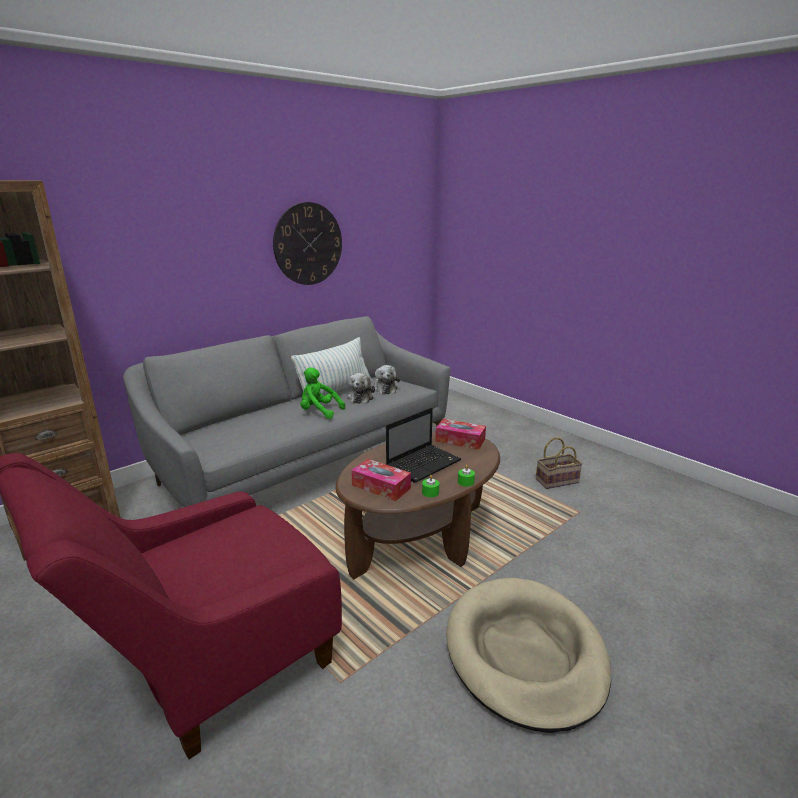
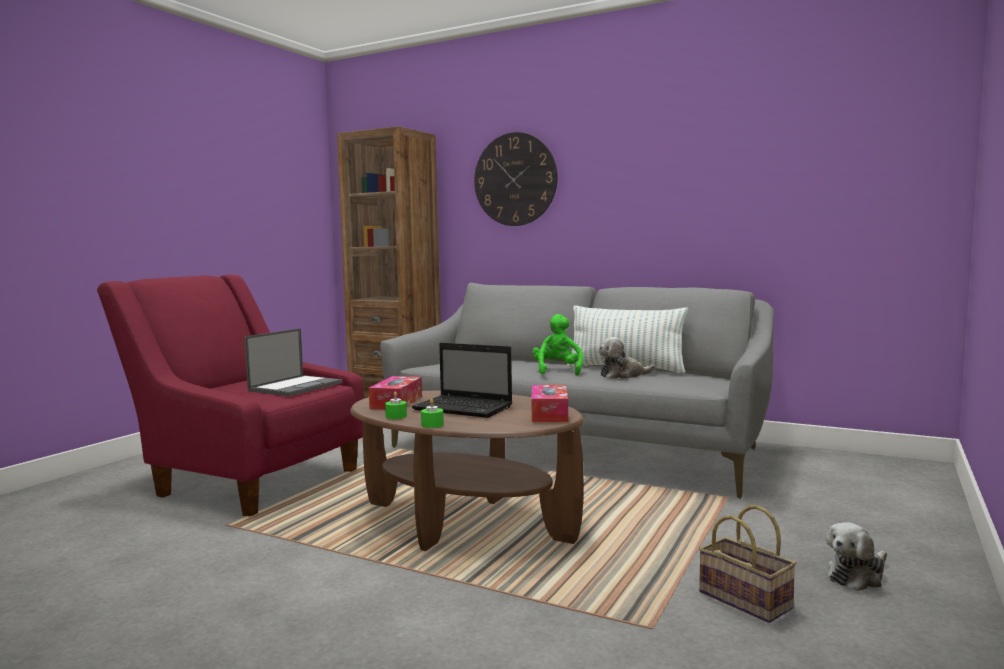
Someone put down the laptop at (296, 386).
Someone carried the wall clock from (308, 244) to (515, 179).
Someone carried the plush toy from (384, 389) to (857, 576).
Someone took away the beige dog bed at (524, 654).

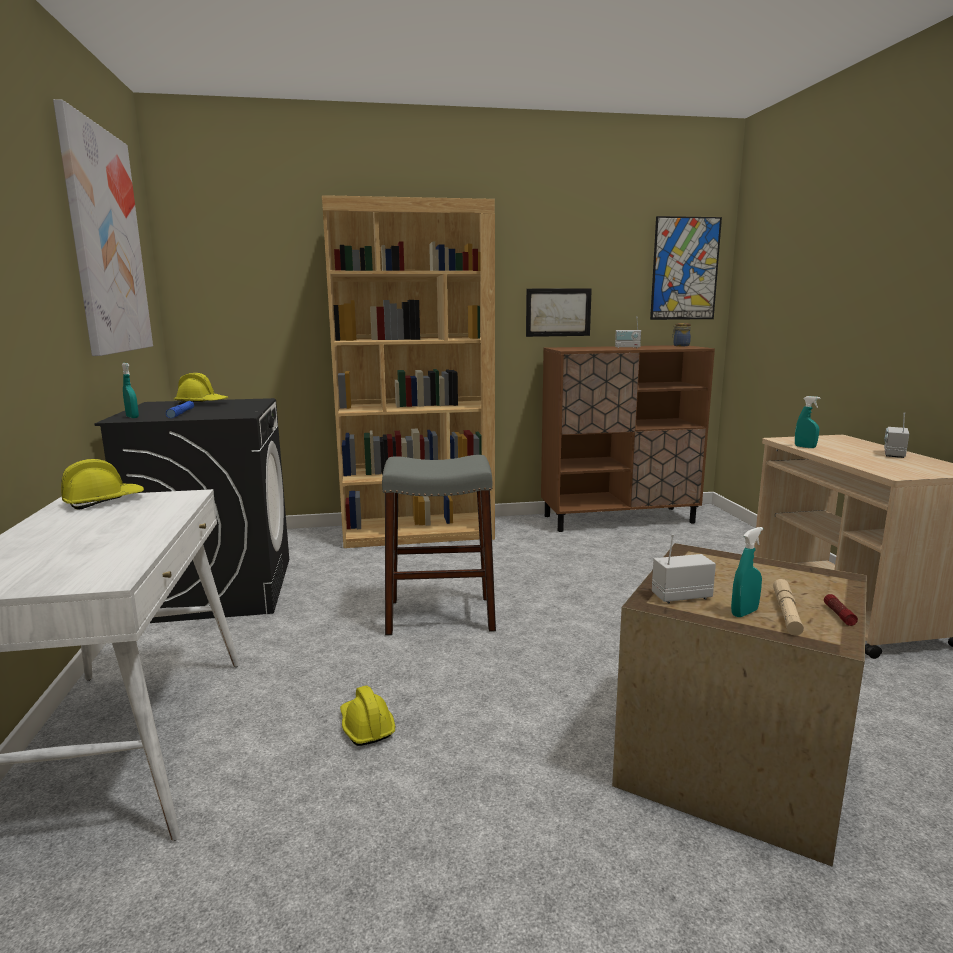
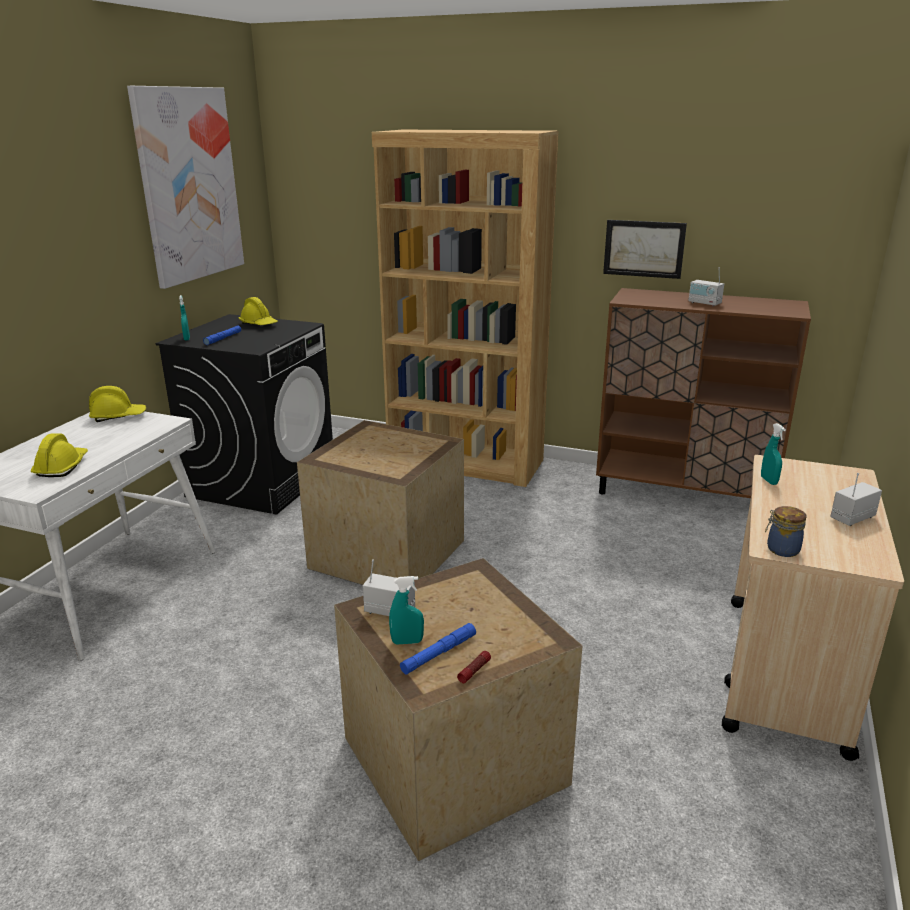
Someone carried the yellow hard hat from (366, 726) to (62, 467).
Someone swapped the grey stool at (440, 615) for the crate at (390, 553).
Someone repainted the beige flashlight at (786, 612), which became the blue flashlight at (439, 653).
Someone carried the jar from (680, 346) to (781, 549).
Someone took away the picture at (685, 269).

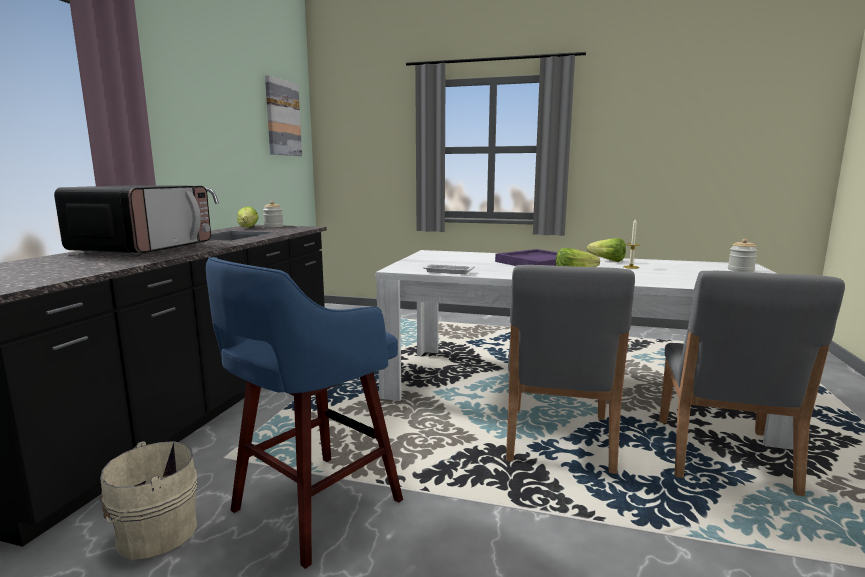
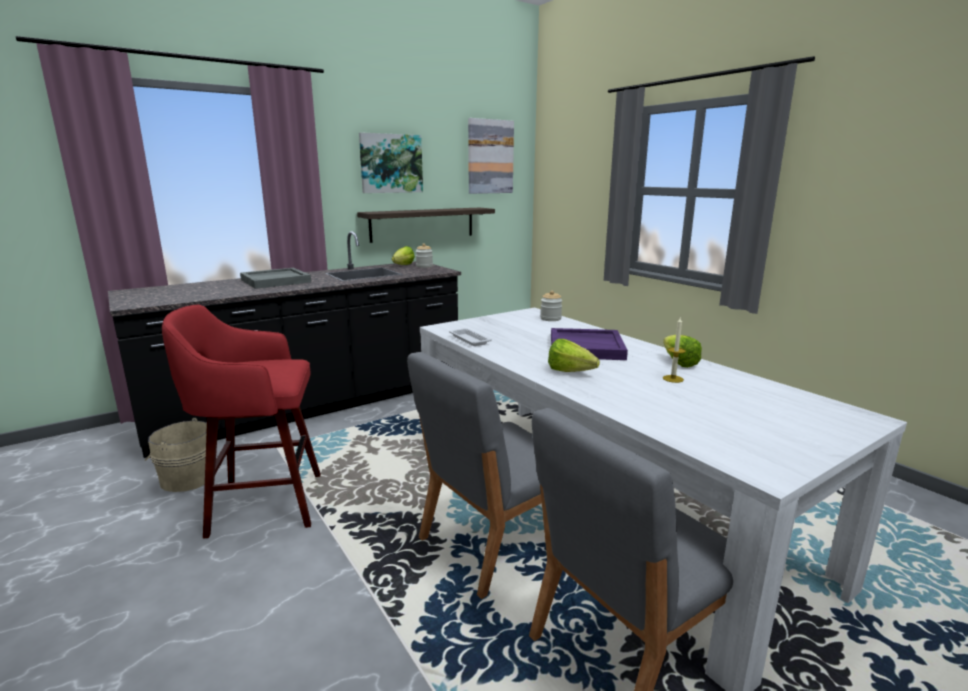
Someone repainted the blue stool at (312, 508), which became the red stool at (262, 504).
Someone swapped the microwave at (144, 248) for the grey tray at (276, 281).
Someone put up the shelf at (423, 224).
Someone put up the picture at (391, 163).
Someone carried the jar from (740, 270) to (550, 319).

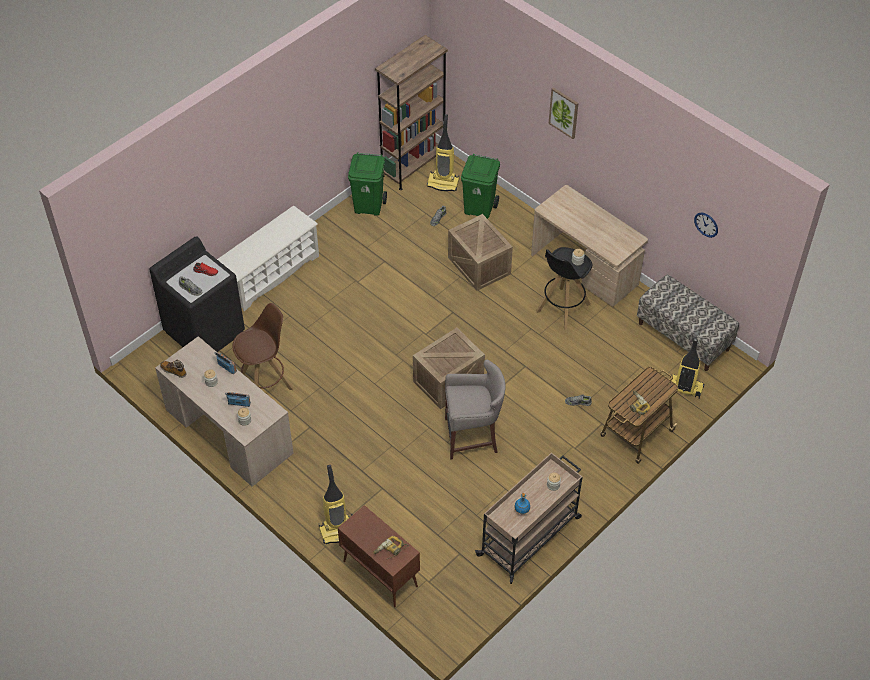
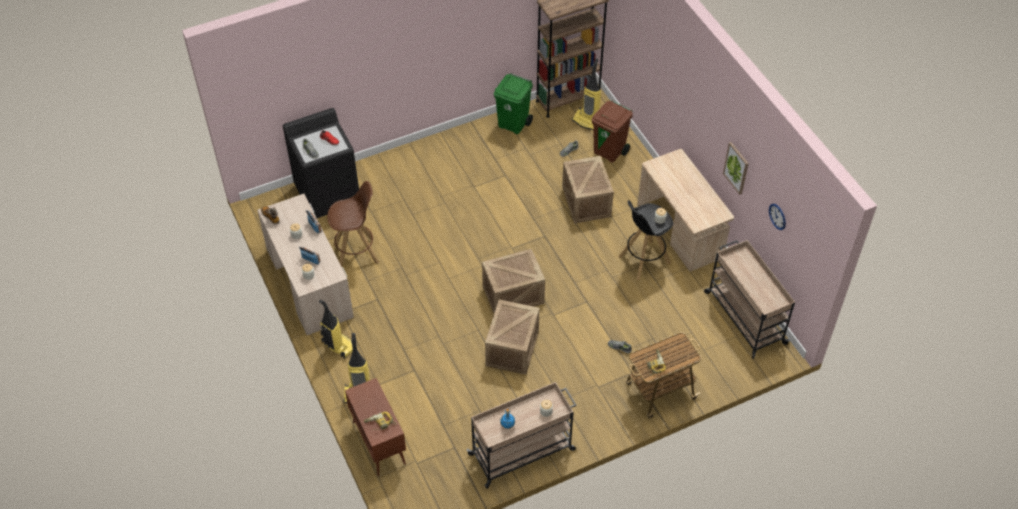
Someone carried the vacuum cleaner from (684, 388) to (338, 346).
Someone swapped the grey stool at (473, 436) for the crate at (512, 349).
Someone repainted the green trash can at (479, 208), which became the brown trash can at (609, 152).
Someone swapped the bench at (683, 336) for the beige cart at (744, 317).
Someone carried the picture from (564, 112) to (736, 168).
Someone took away the white shoe rack at (270, 274).

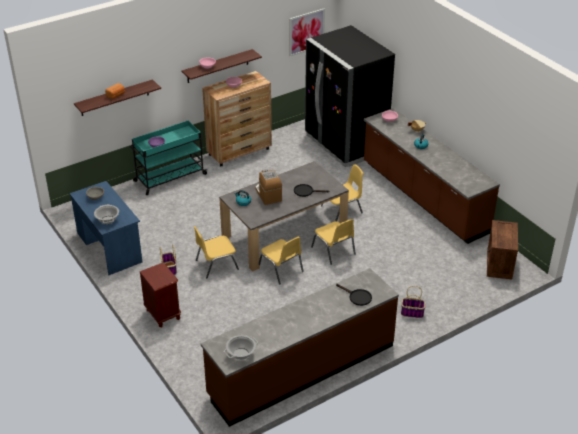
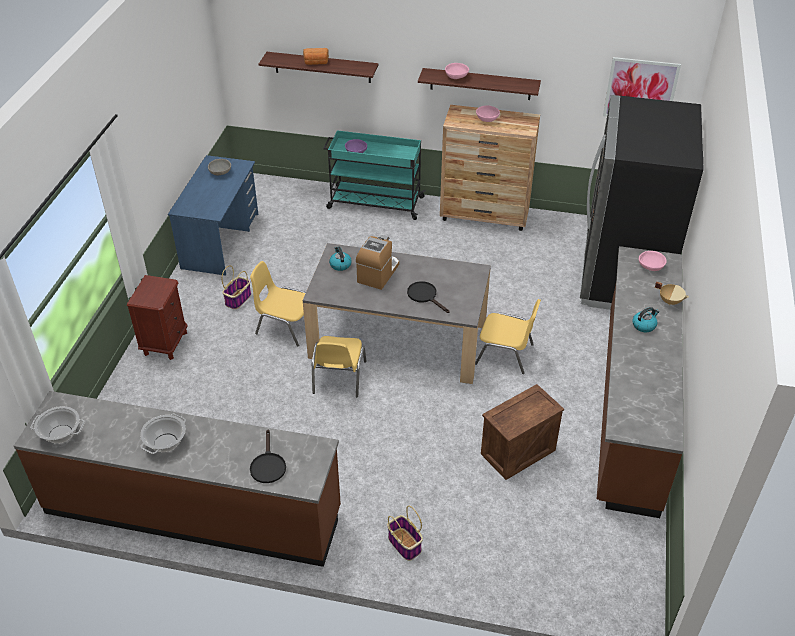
Someone carried the cooking pot from (107, 220) to (166, 442).
Someone carried the crate from (499, 264) to (518, 451).
Someone took away the yellow chair at (334, 251).

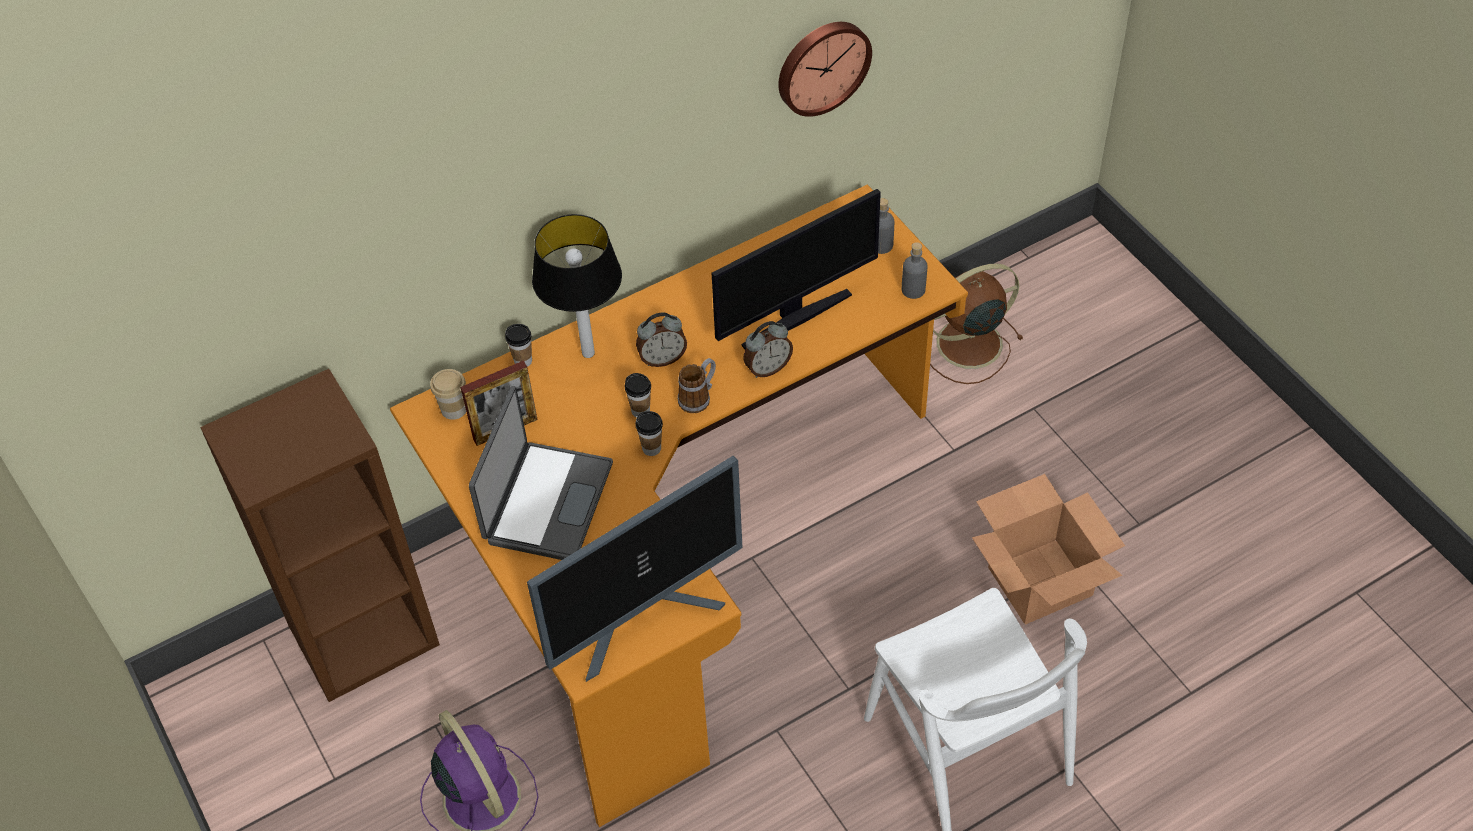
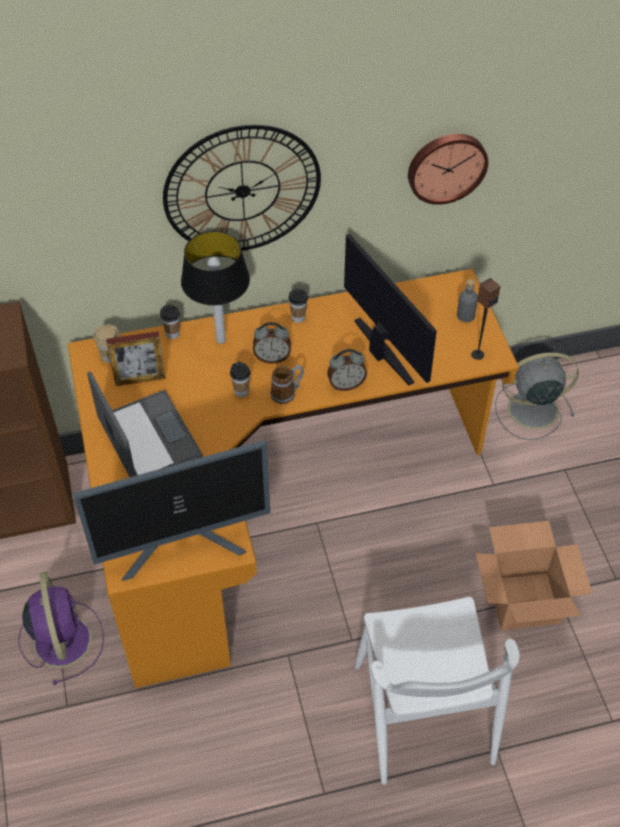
Someone rotated the laptop at (546, 502) by 60 degrees counterclockwise.
Someone put up the wall clock at (242, 190).
Someone carried the cup from (651, 448) to (298, 317).
Someone rotated the monitor at (794, 317) by 105 degrees counterclockwise.
Someone swapped the grey bottle at (913, 290) for the speaker at (477, 354).
Someone repainted the brown fan at (966, 345), which became the grey fan at (530, 409).

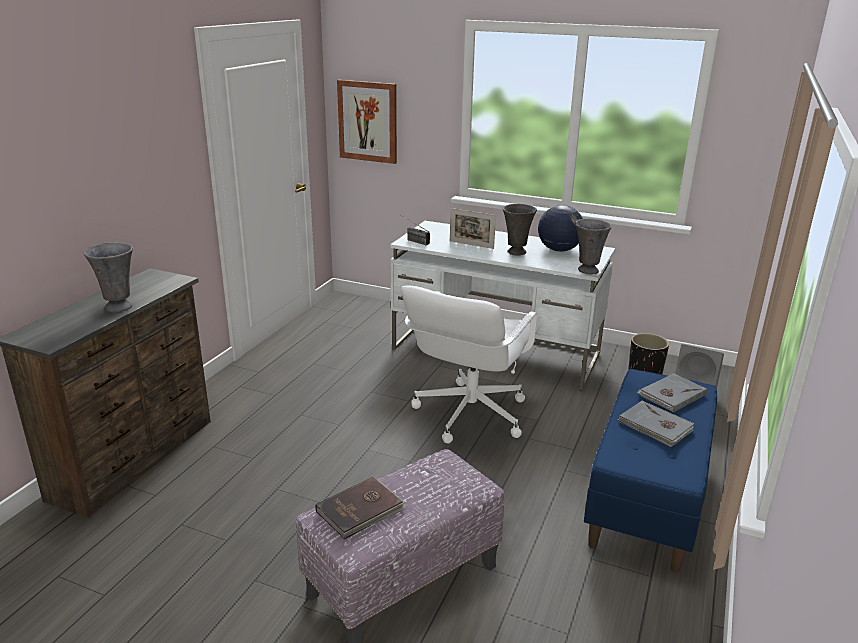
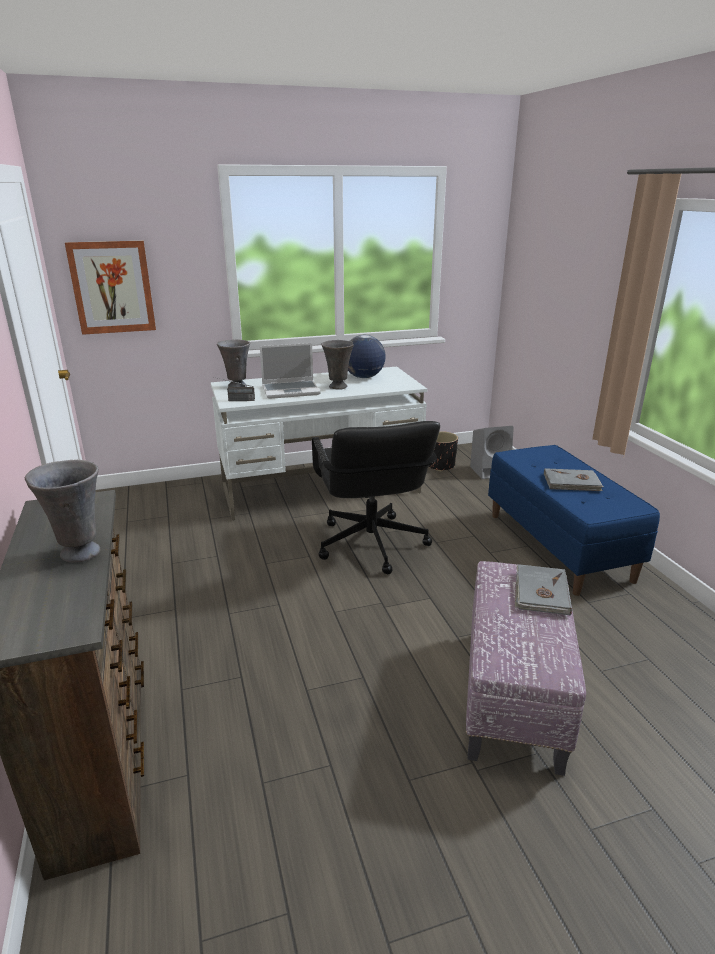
Someone carried the grey vase from (587, 270) to (237, 386).
Someone swapped the picture frame at (471, 245) for the laptop at (291, 390).
Someone repainted the white office chair at (469, 414), which became the black office chair at (370, 544).
Someone carried the grey book from (671, 395) to (540, 592).
Someone took away the brown book at (361, 510).

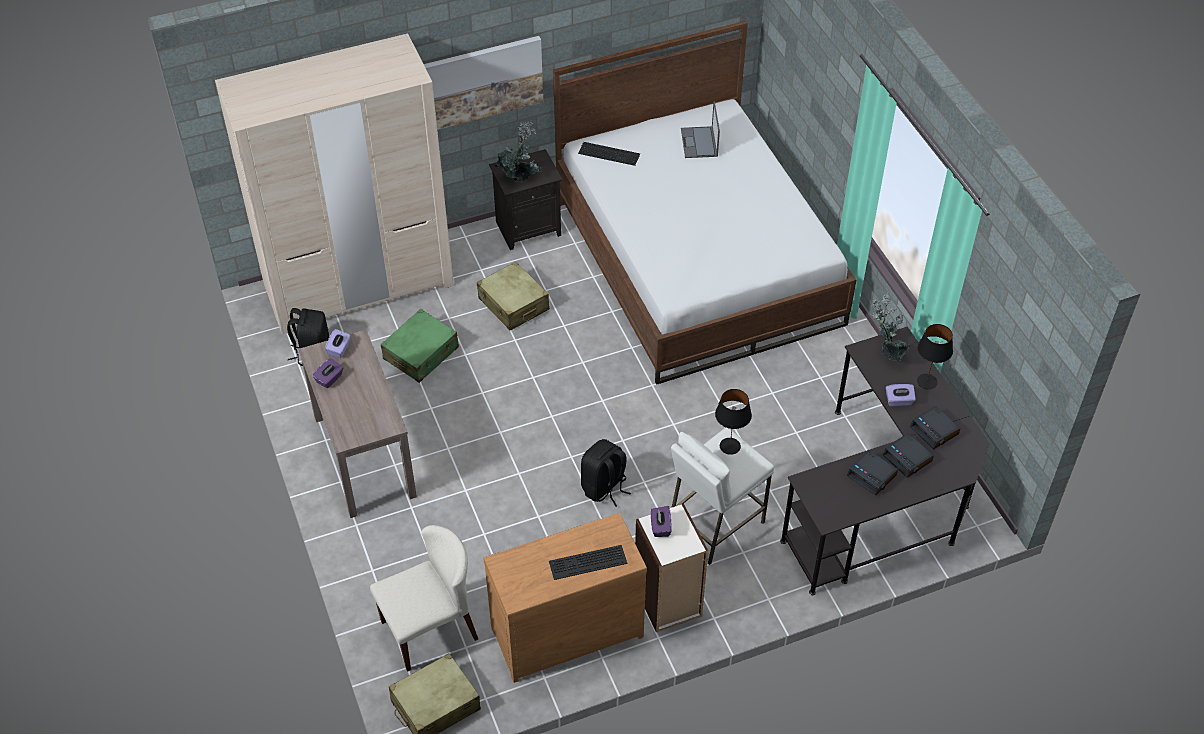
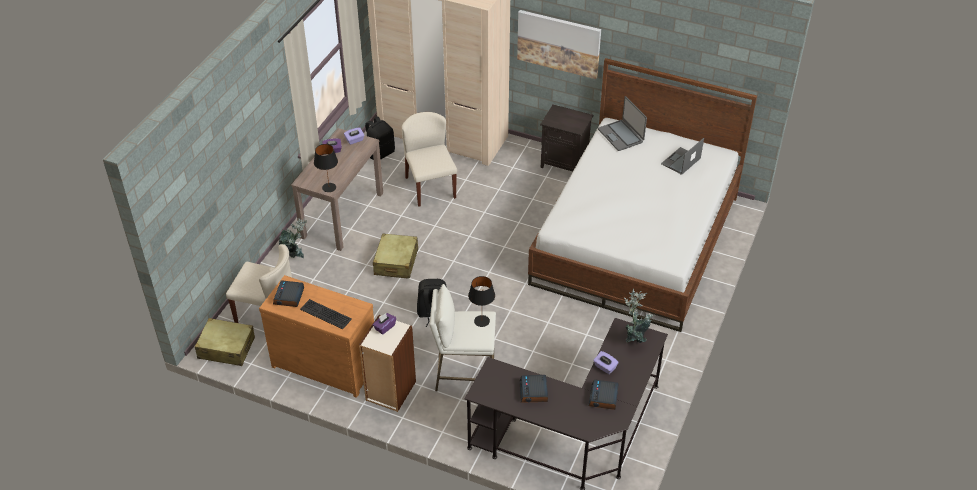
Someone carried the alarm clock from (908, 458) to (289, 297).
Someone carried the potted plant from (520, 176) to (295, 253).
Someone carried the black table lamp from (927, 381) to (329, 187).
Someone carried the beige suitcase from (513, 304) to (396, 262).
Someone swapped the green suitcase at (421, 353) for the beige chair at (430, 187).
Someone swapped the keyboard at (610, 153) for the laptop at (621, 135).

